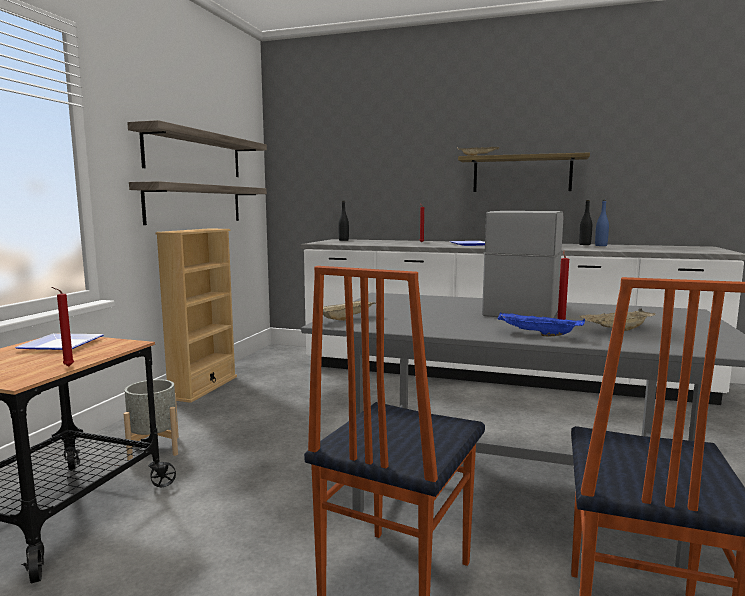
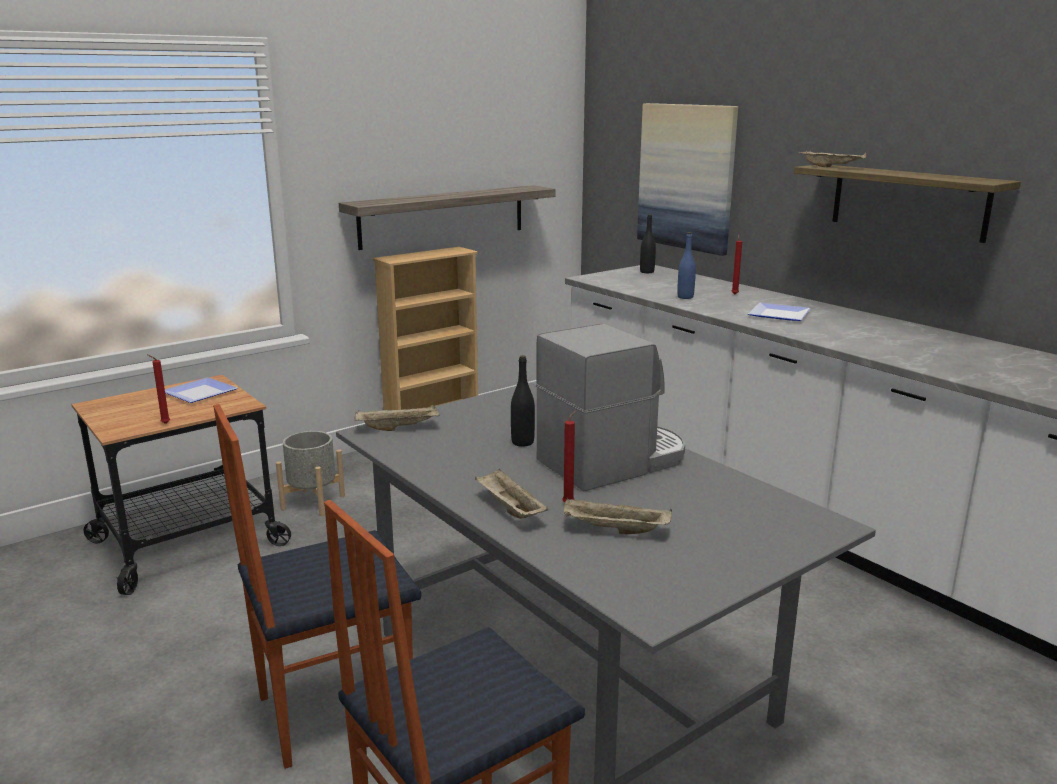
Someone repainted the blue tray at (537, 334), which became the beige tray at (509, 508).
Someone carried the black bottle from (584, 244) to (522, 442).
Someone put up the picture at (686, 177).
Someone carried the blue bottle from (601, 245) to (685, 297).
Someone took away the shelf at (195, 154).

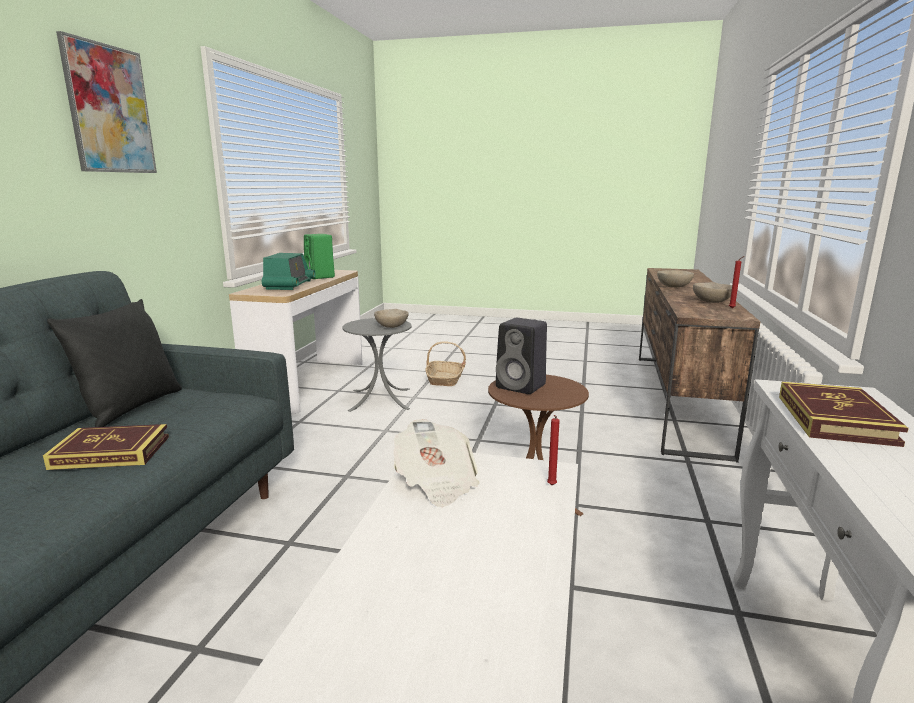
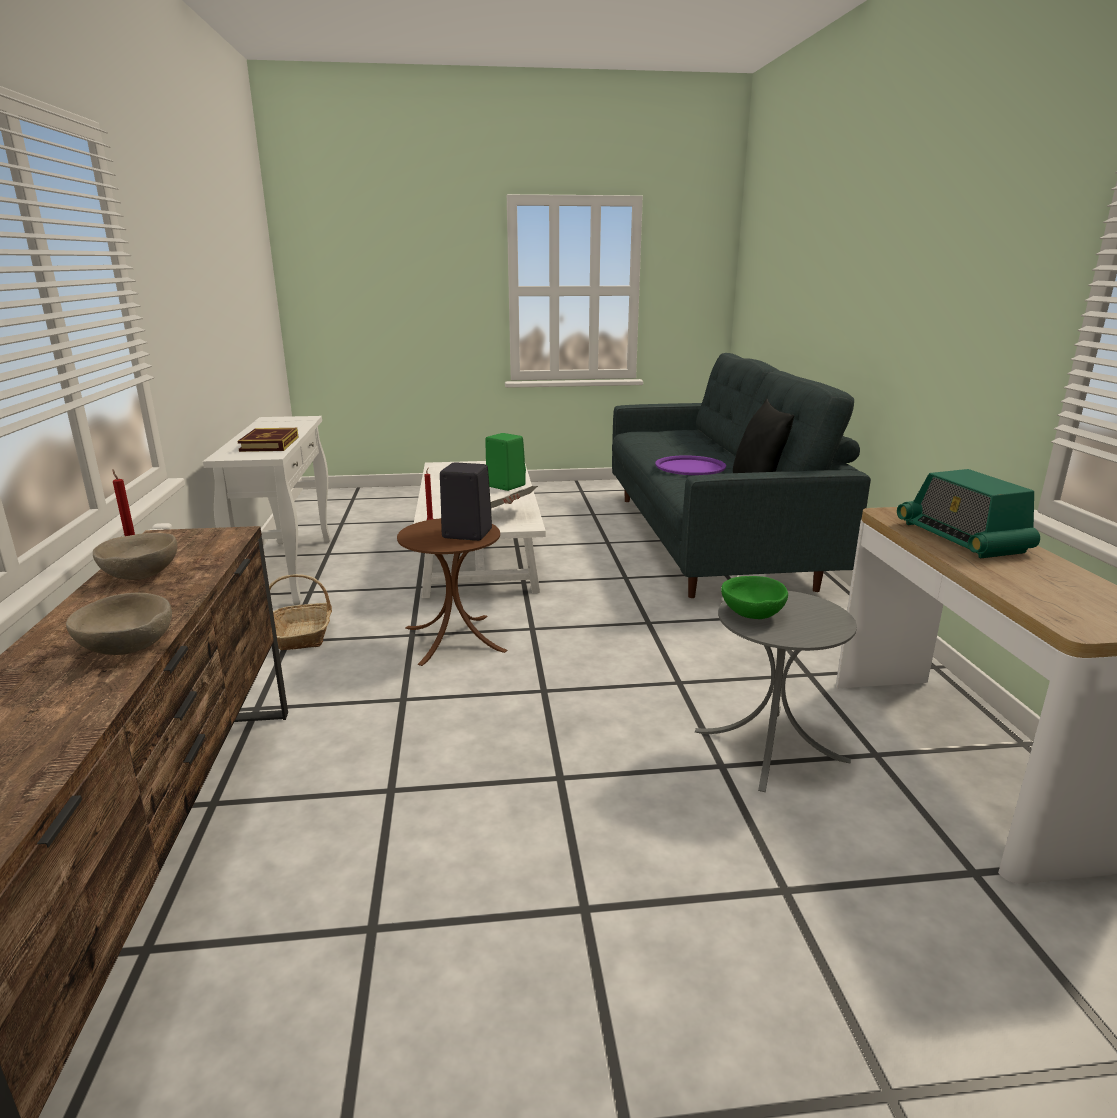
Someone carried the basket from (445, 379) to (303, 635).
Someone carried the green speaker from (320, 277) to (504, 485).
Someone swapped the book at (111, 452) for the purple tray at (690, 467).
Someone repainted the beige bowl at (392, 327), which became the green bowl at (751, 614).
Someone took away the picture at (109, 109).

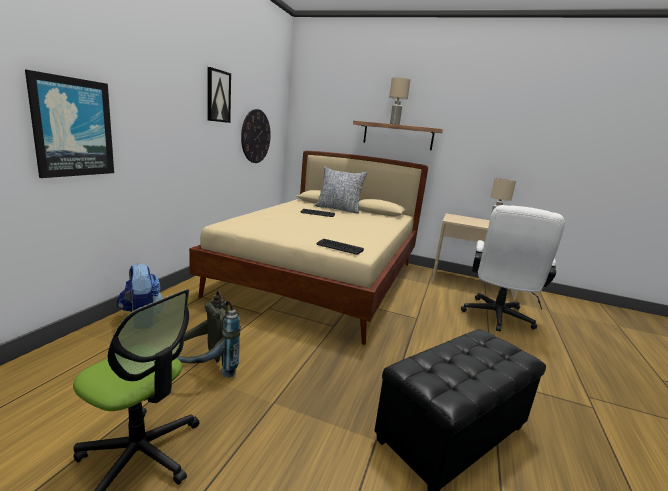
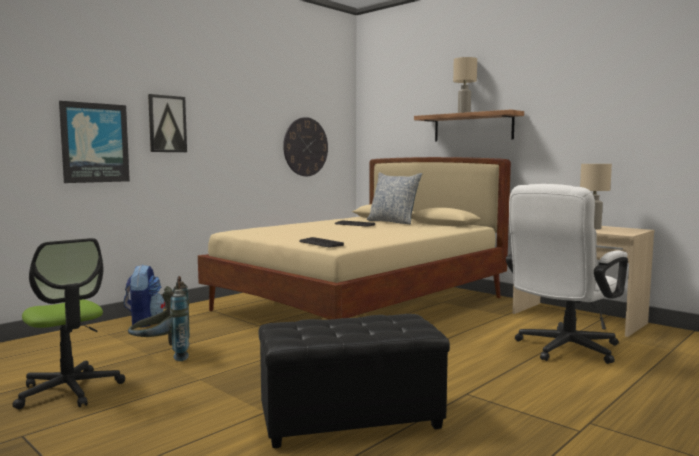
Someone carried the picture from (218, 96) to (167, 124).

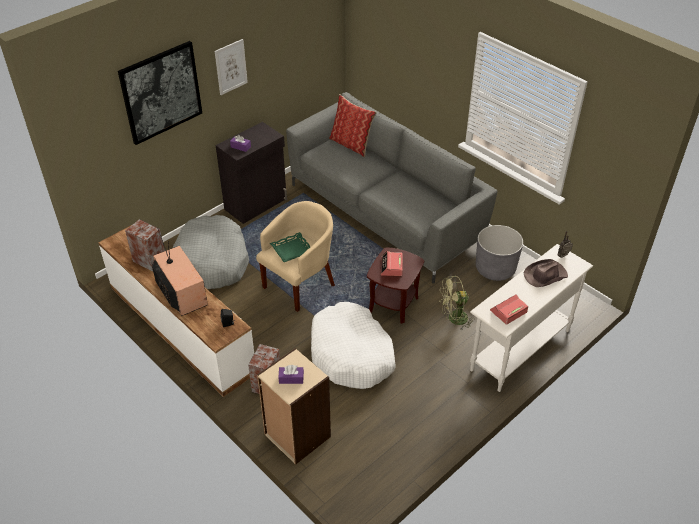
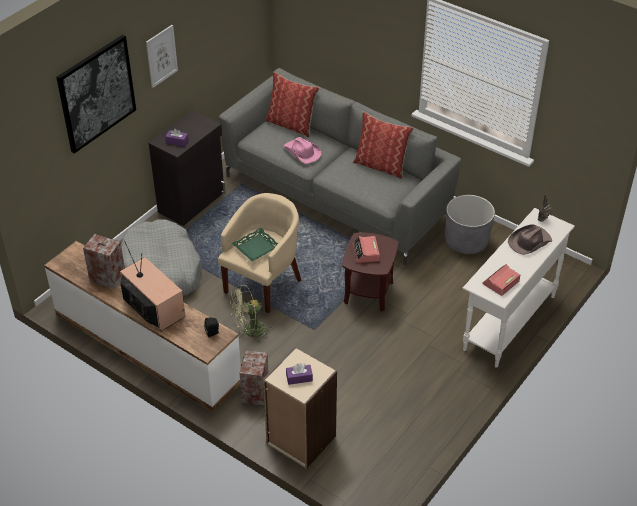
Someone carried the green fan from (453, 319) to (249, 331).
Someone put down the pink hat at (302, 152).
Someone put down the pillow at (381, 166).
Someone took away the white dog bed at (351, 354).

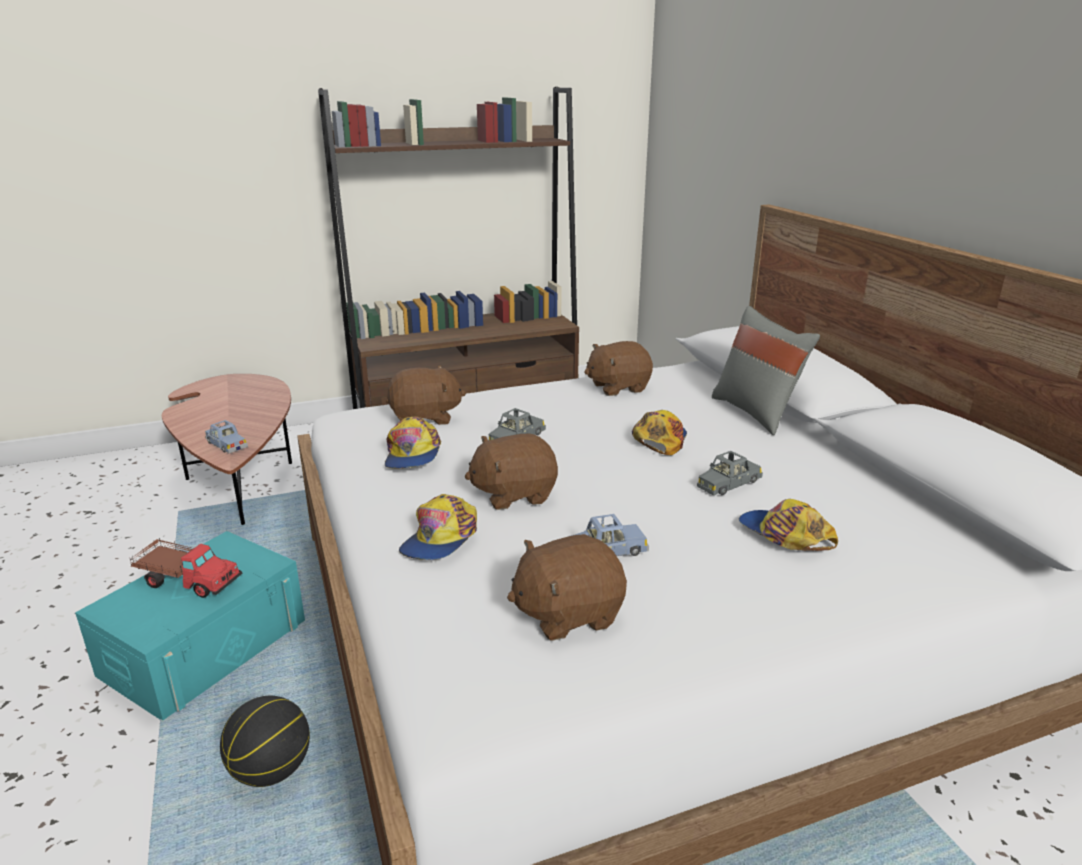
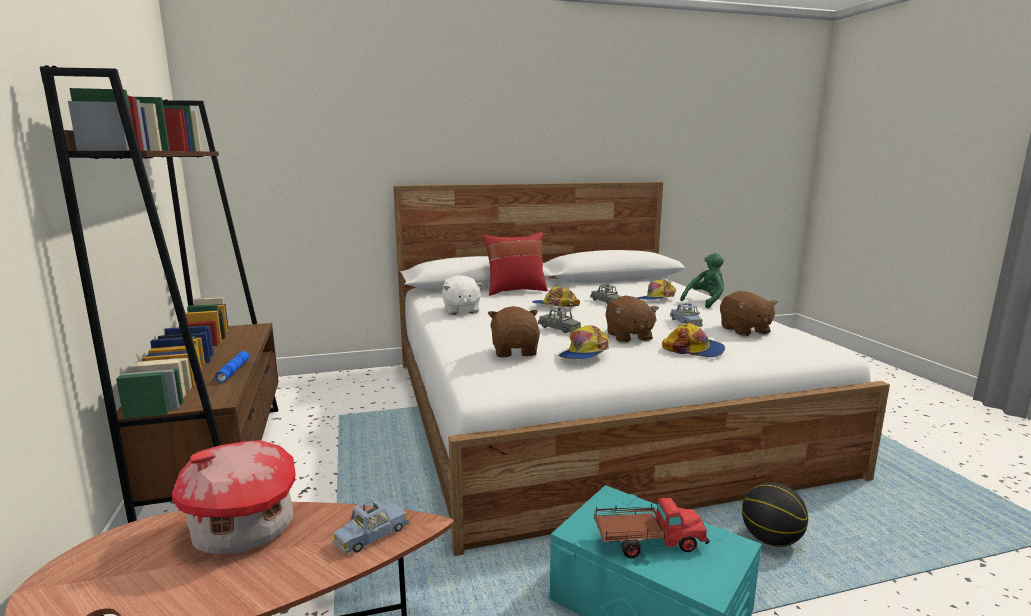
Someone put down the toy house at (243, 531).
Someone put down the blue flashlight at (234, 371).
Someone repainted the brown plush toy at (617, 387), which became the white plush toy at (461, 310).
Someone repainted the grey pillow at (756, 413), which became the red pillow at (515, 291).
Someone rotated the cap at (412, 454) by 120 degrees clockwise.
Someone rotated the toy truck at (188, 580) by 60 degrees clockwise.
Someone put down the green plush toy at (705, 301).

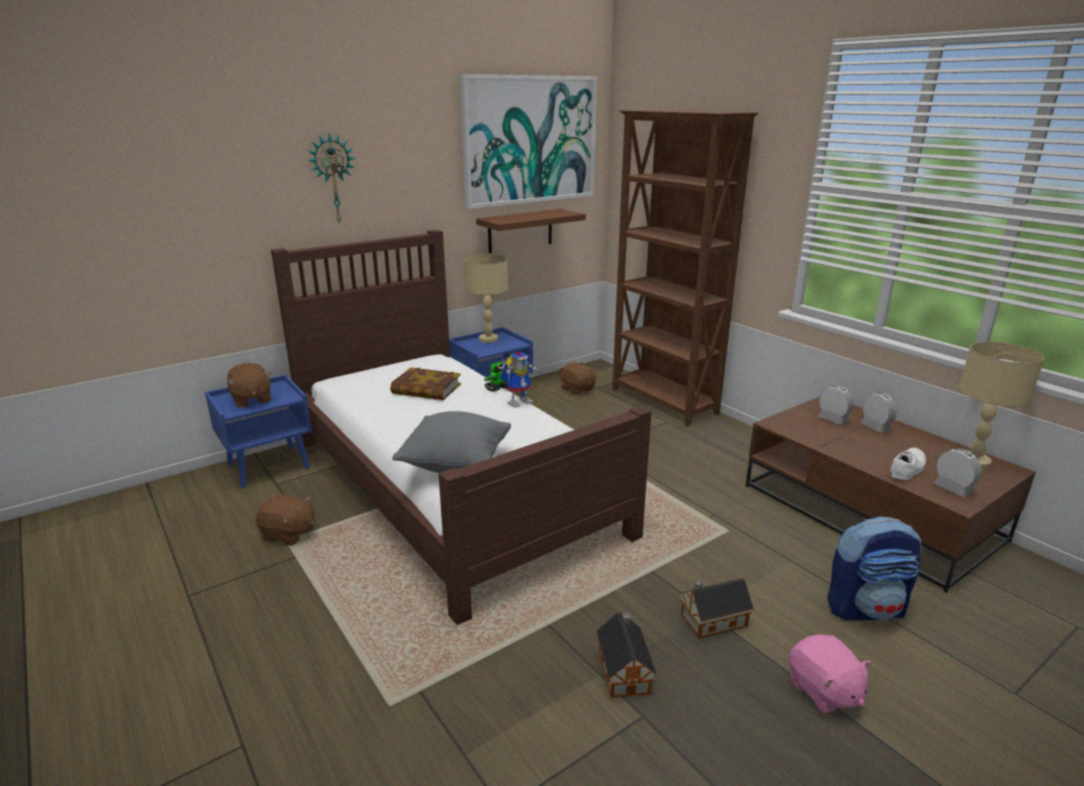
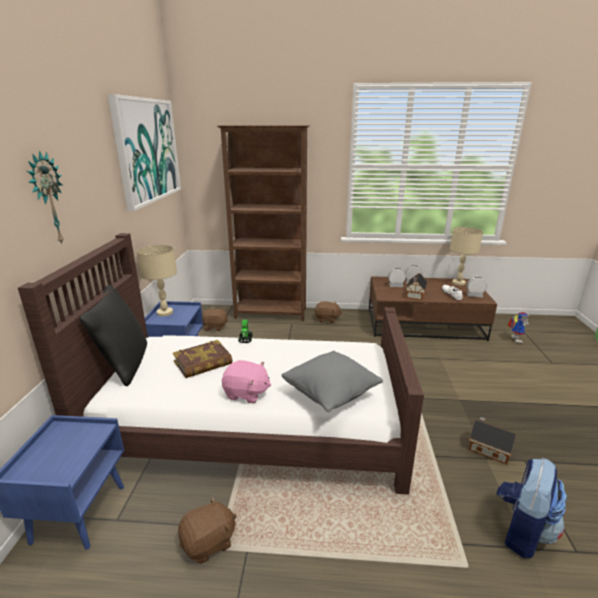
Someone put down the black pillow at (124, 365).
Someone carried the pink plush toy from (823, 691) to (246, 393).
Someone carried the brown plush toy from (251, 400) to (327, 319).
Someone carried the toy house from (711, 620) to (415, 295).
Someone carried the backpack from (866, 608) to (521, 530).
Someone carried the toy robot from (519, 401) to (513, 339).
Someone took away the brown shelf at (520, 230).

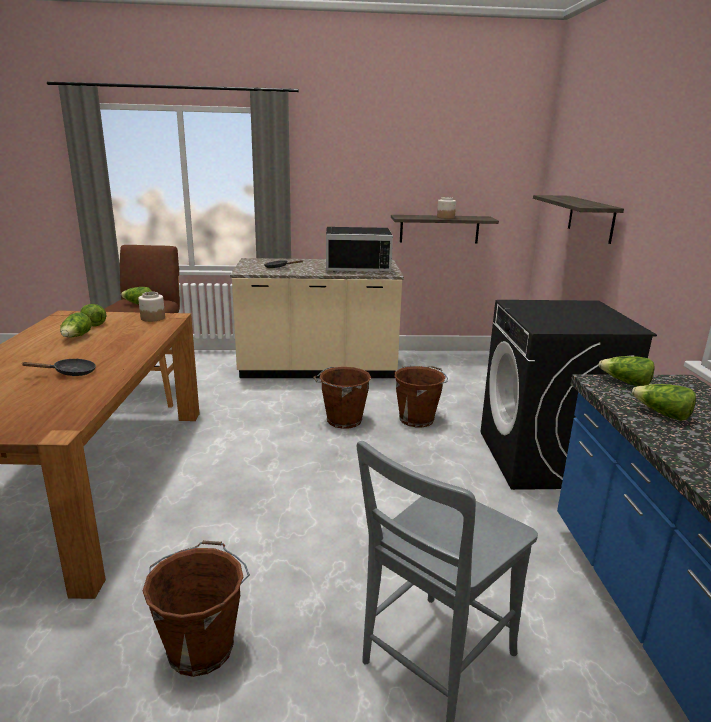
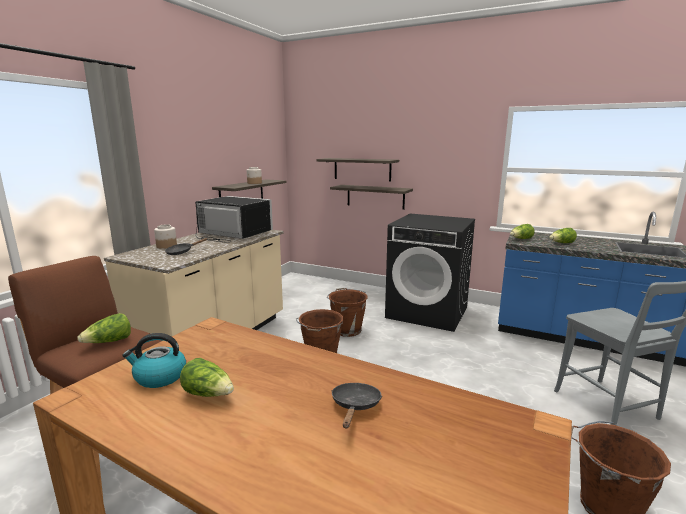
Someone swapped the lettuce at (93, 323) for the kettle at (159, 377).
Someone carried the jar from (152, 318) to (166, 246).
Someone rotated the black microwave at (357, 267) by 90 degrees counterclockwise.
Someone put up the shelf at (375, 196).

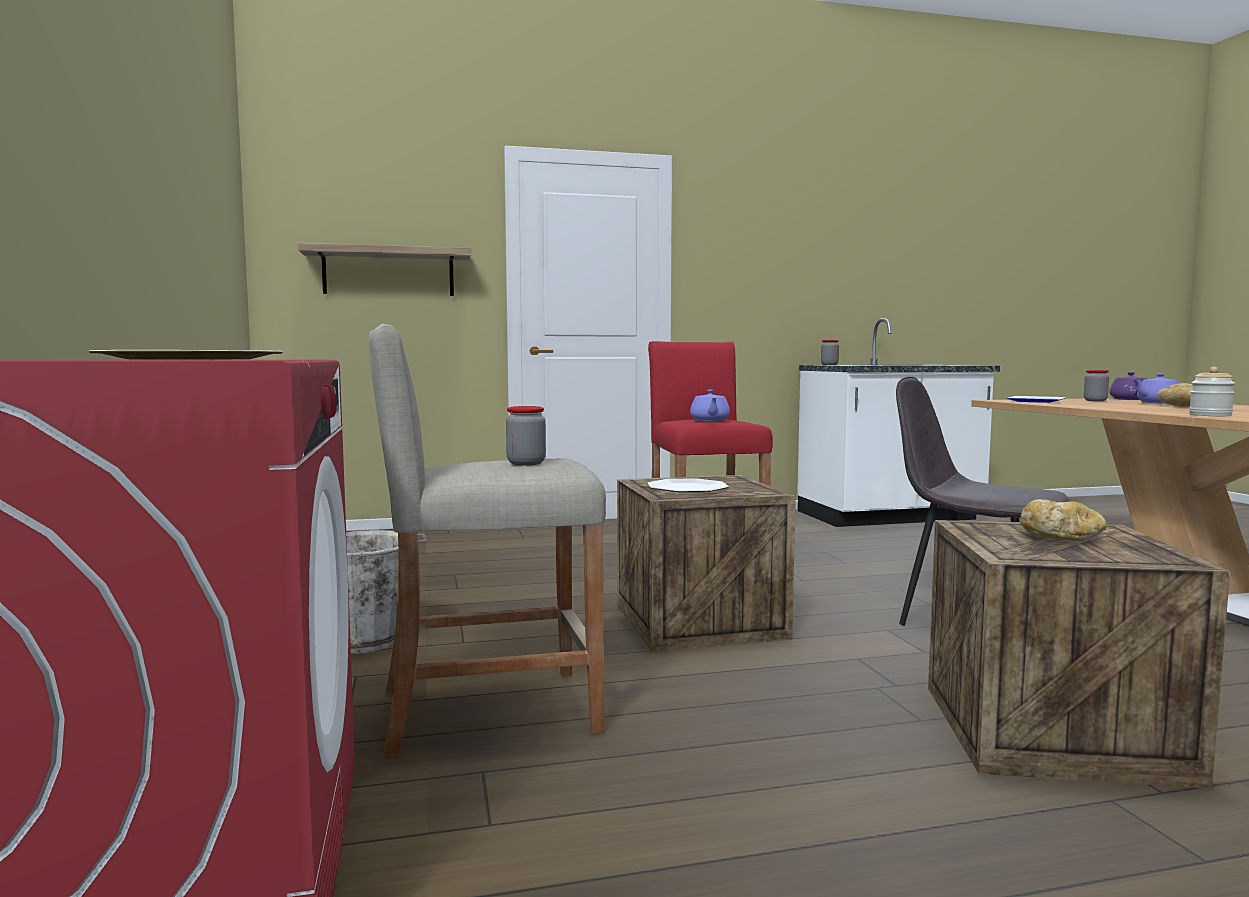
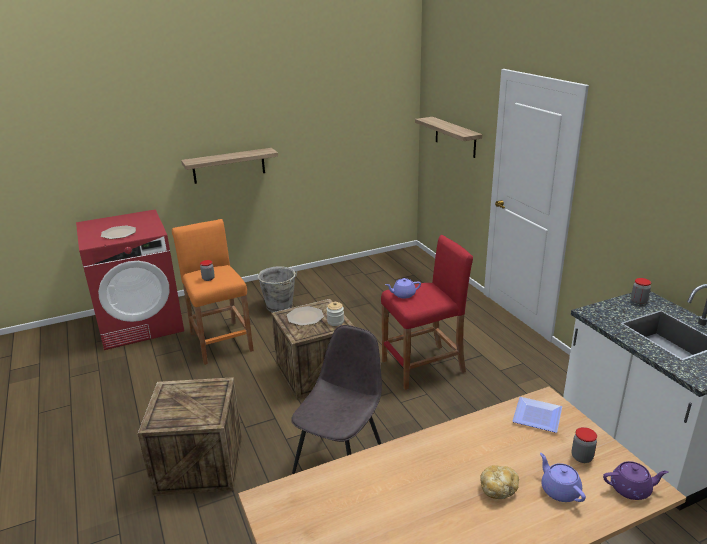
Someone repainted the beige stool at (488, 710), which became the orange stool at (221, 342).
Someone put up the shelf at (229, 165).
Someone carried the jar from (1210, 415) to (335, 322).
Someone took away the bread at (1061, 538).

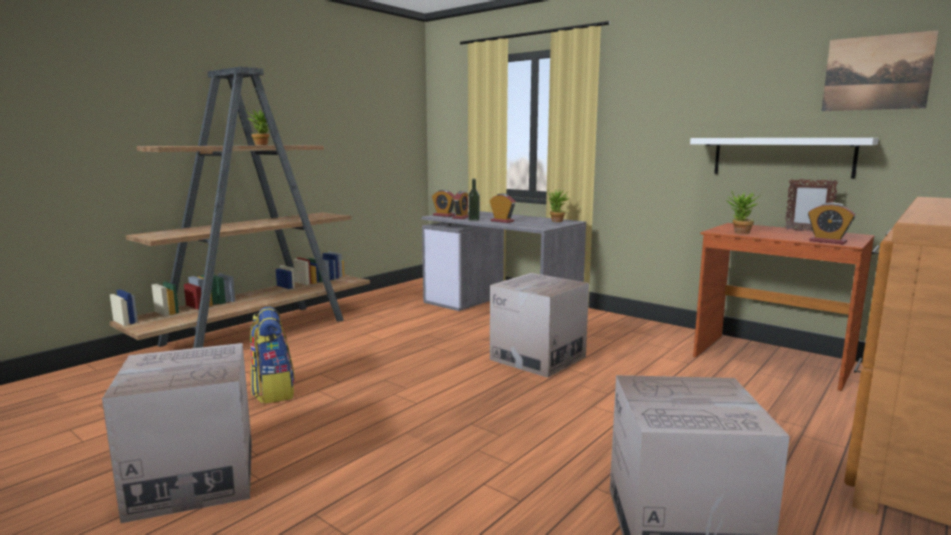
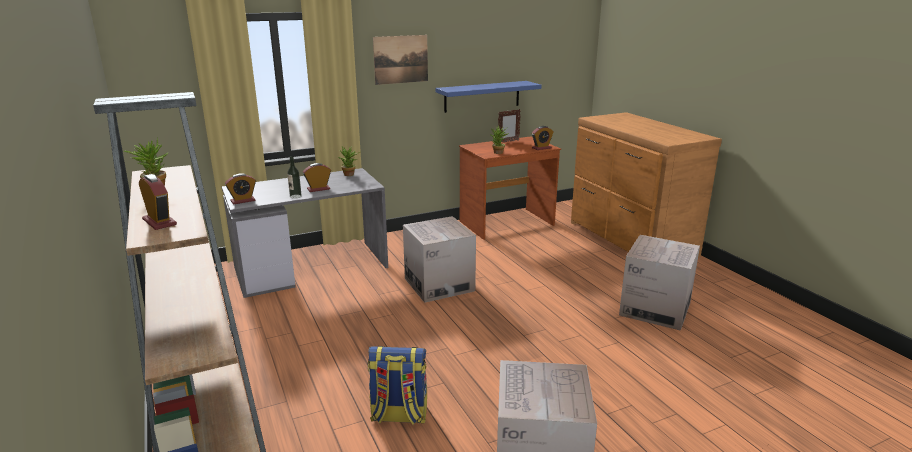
Someone carried the alarm clock from (461, 217) to (159, 222).
Someone carried the picture from (876, 73) to (401, 59).
Someone repainted the white shelf at (782, 157), which became the blue shelf at (482, 96).

